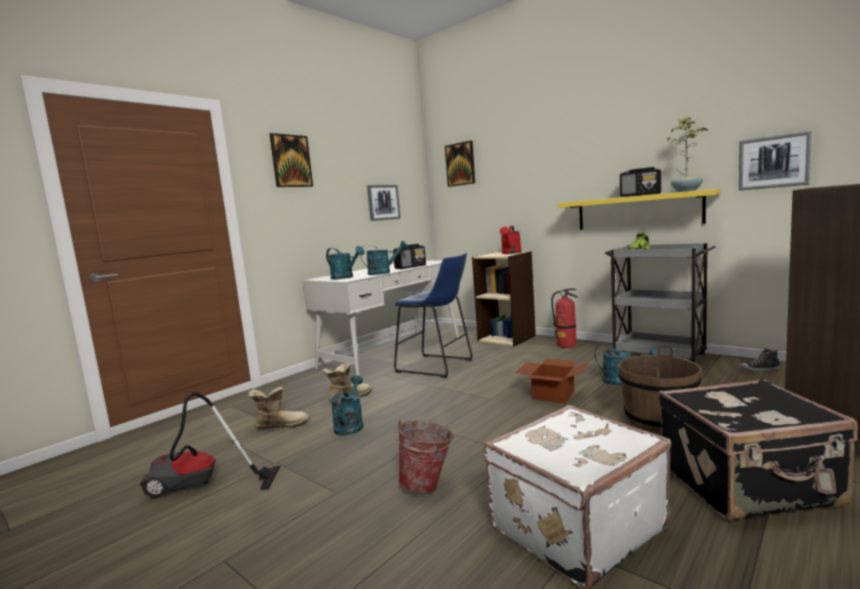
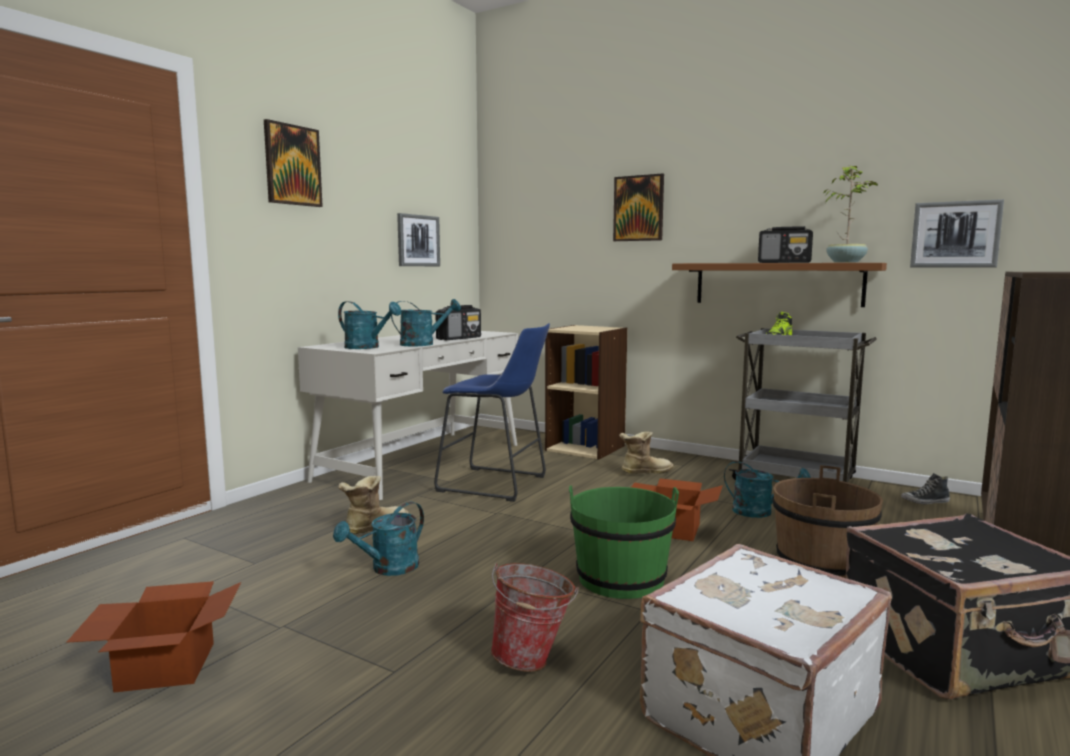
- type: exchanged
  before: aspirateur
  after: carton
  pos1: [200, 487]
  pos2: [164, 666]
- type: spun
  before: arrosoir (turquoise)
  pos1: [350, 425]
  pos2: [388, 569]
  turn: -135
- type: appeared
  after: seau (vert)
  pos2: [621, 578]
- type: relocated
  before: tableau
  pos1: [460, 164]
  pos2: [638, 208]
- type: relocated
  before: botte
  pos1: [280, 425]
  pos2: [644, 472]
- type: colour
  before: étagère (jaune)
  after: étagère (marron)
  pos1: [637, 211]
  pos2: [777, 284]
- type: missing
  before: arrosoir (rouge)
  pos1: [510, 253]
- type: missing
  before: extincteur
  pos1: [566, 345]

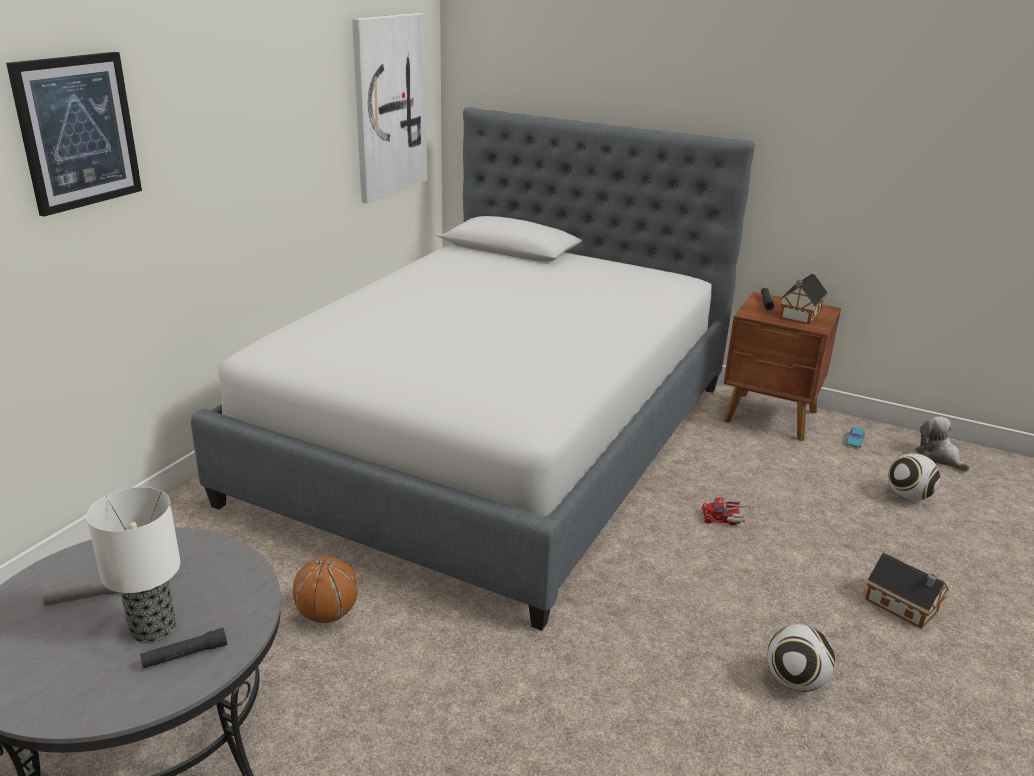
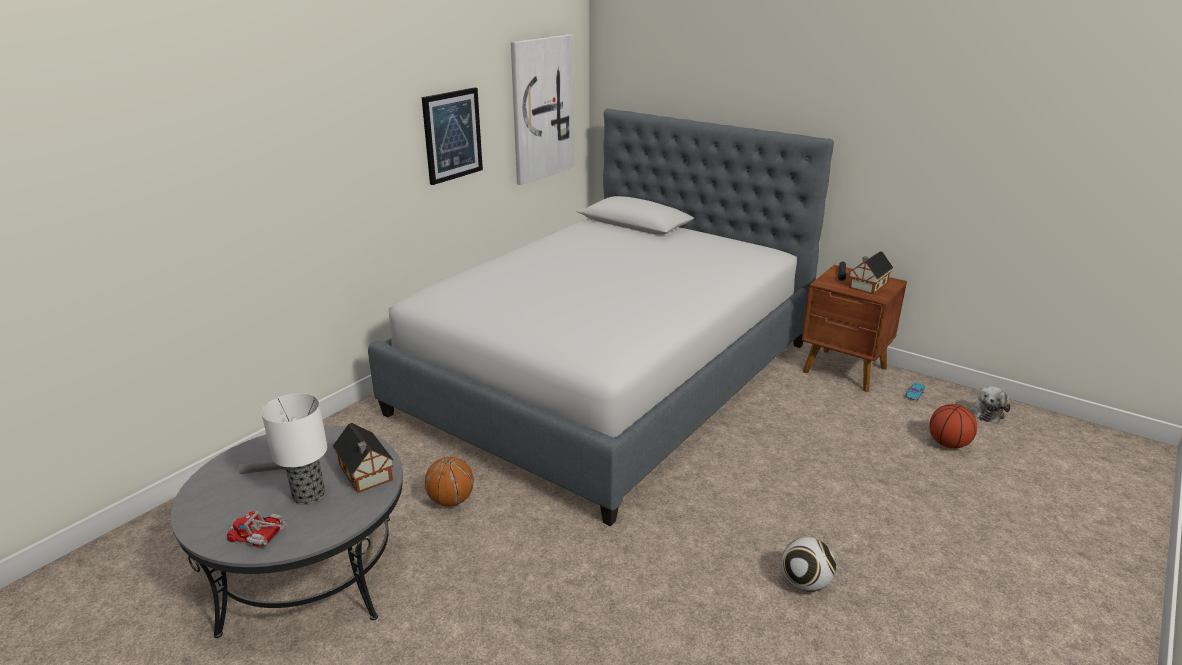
- type: relocated
  before: camion jouet
  pos1: [727, 518]
  pos2: [262, 536]
- type: relocated
  before: maison miniature
  pos1: [904, 607]
  pos2: [366, 474]
- type: relocated
  before: tableau
  pos1: [77, 132]
  pos2: [452, 135]
- type: exchanged
  before: ballon de foot
  after: ballon de basket
  pos1: [908, 497]
  pos2: [948, 444]
- type: spun
  before: peluche
  pos1: [939, 457]
  pos2: [987, 412]
  turn: -135
- type: missing
  before: lampe de poche (noir)
  pos1: [185, 655]

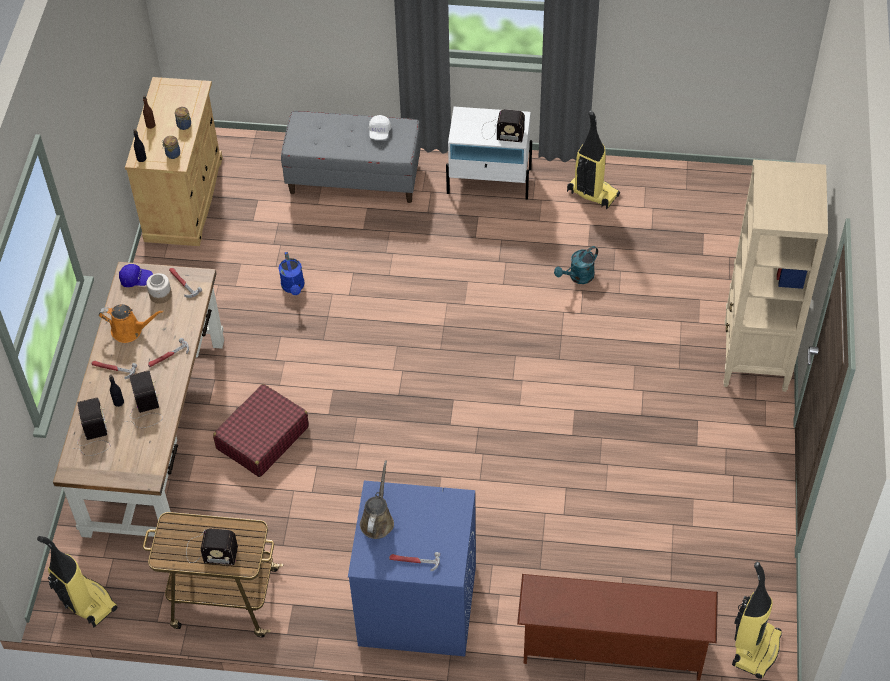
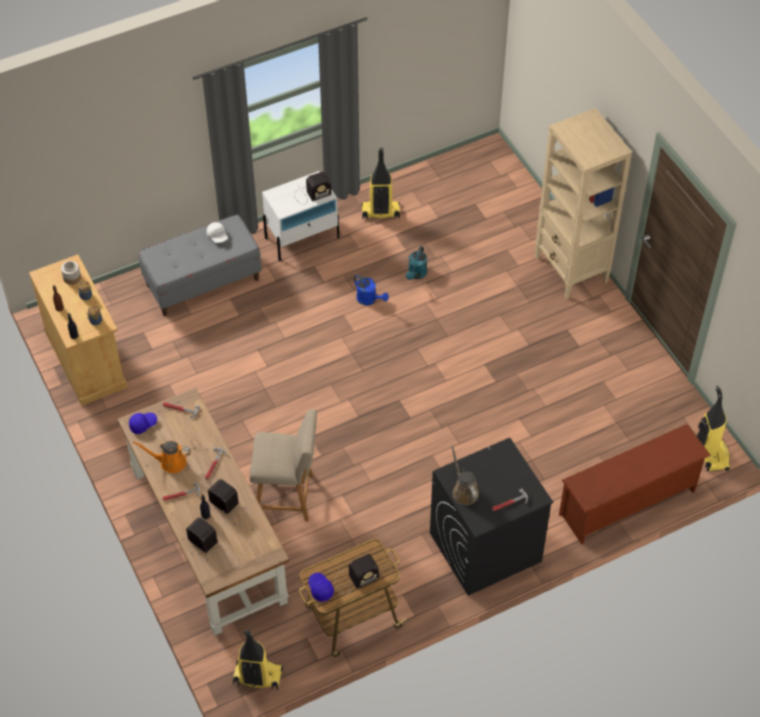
- type: relocated
  before: bocal
  pos1: [161, 294]
  pos2: [72, 277]
- type: spun
  before: arrosoir (orange)
  pos1: [130, 330]
  pos2: [170, 462]
  turn: -150
- type: exchanged
  before: valise (rouge)
  after: chaise (beige)
  pos1: [262, 438]
  pos2: [288, 496]
- type: appeared
  after: casquette (bleu)
  pos2: [320, 589]
- type: relocated
  before: arrosoir (bleu)
  pos1: [293, 287]
  pos2: [369, 299]
- type: colour
  before: lave-linge (bleu)
  after: lave-linge (noir)
  pos1: [416, 606]
  pos2: [485, 548]

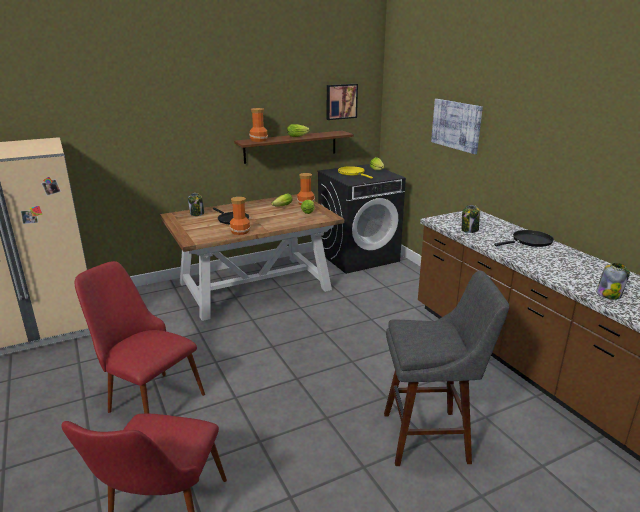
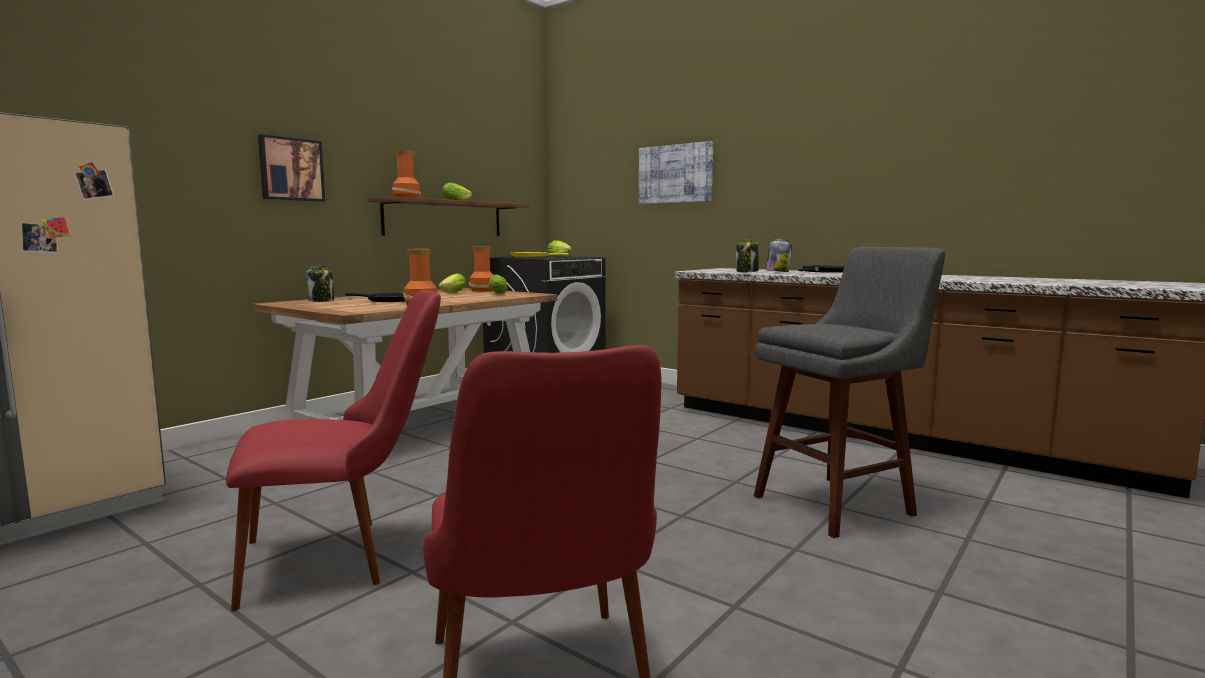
- type: spun
  before: chaise (rouge)
  pos1: [147, 397]
  pos2: [344, 555]
  turn: 150
- type: relocated
  before: tableau
  pos1: [341, 101]
  pos2: [291, 169]
- type: relocated
  before: bocal
  pos1: [609, 294]
  pos2: [777, 272]

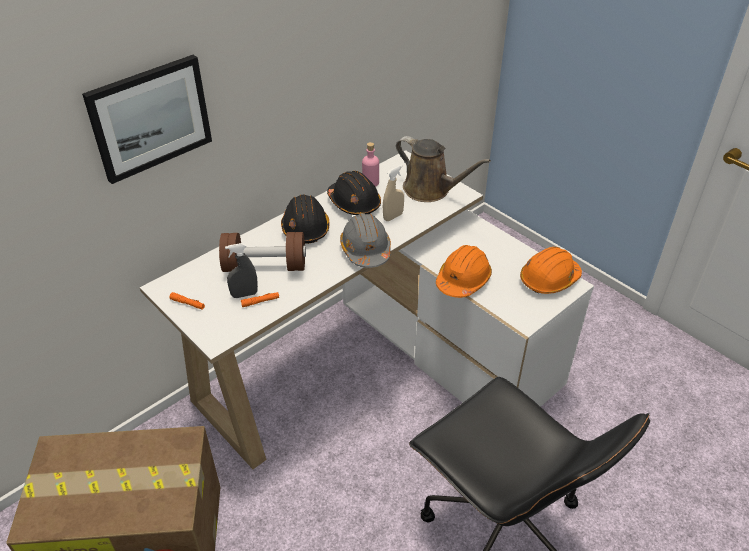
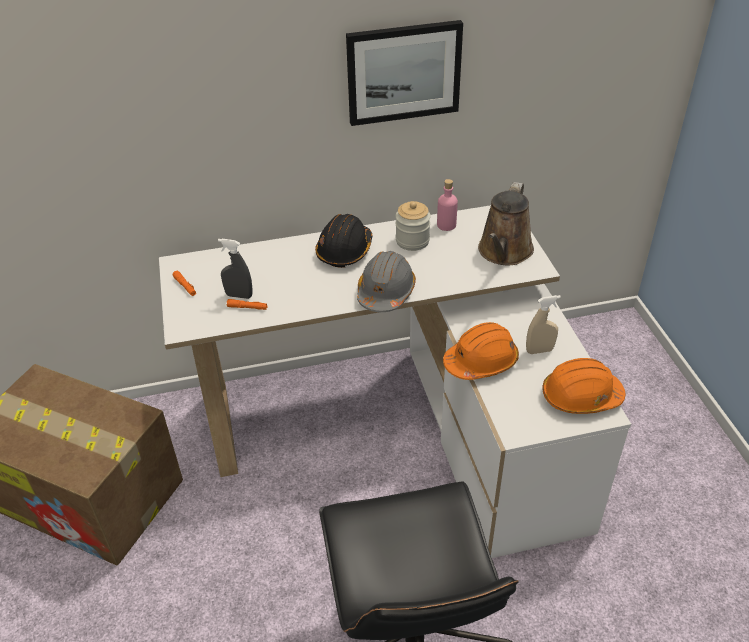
- type: relocated
  before: tableau
  pos1: [150, 117]
  pos2: [403, 72]
- type: exchanged
  before: casque de chantier (noir)
  after: bocal
  pos1: [354, 203]
  pos2: [412, 241]
- type: spun
  before: arrosoir (marron)
  pos1: [430, 190]
  pos2: [504, 252]
  turn: 45
- type: relocated
  before: vaporisateur (beige)
  pos1: [393, 216]
  pos2: [539, 350]
- type: missing
  before: haltère (marron)
  pos1: [265, 266]

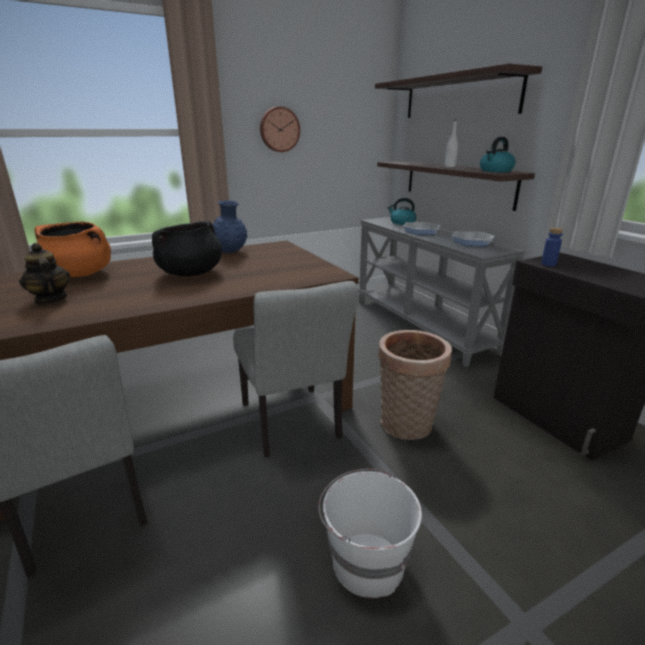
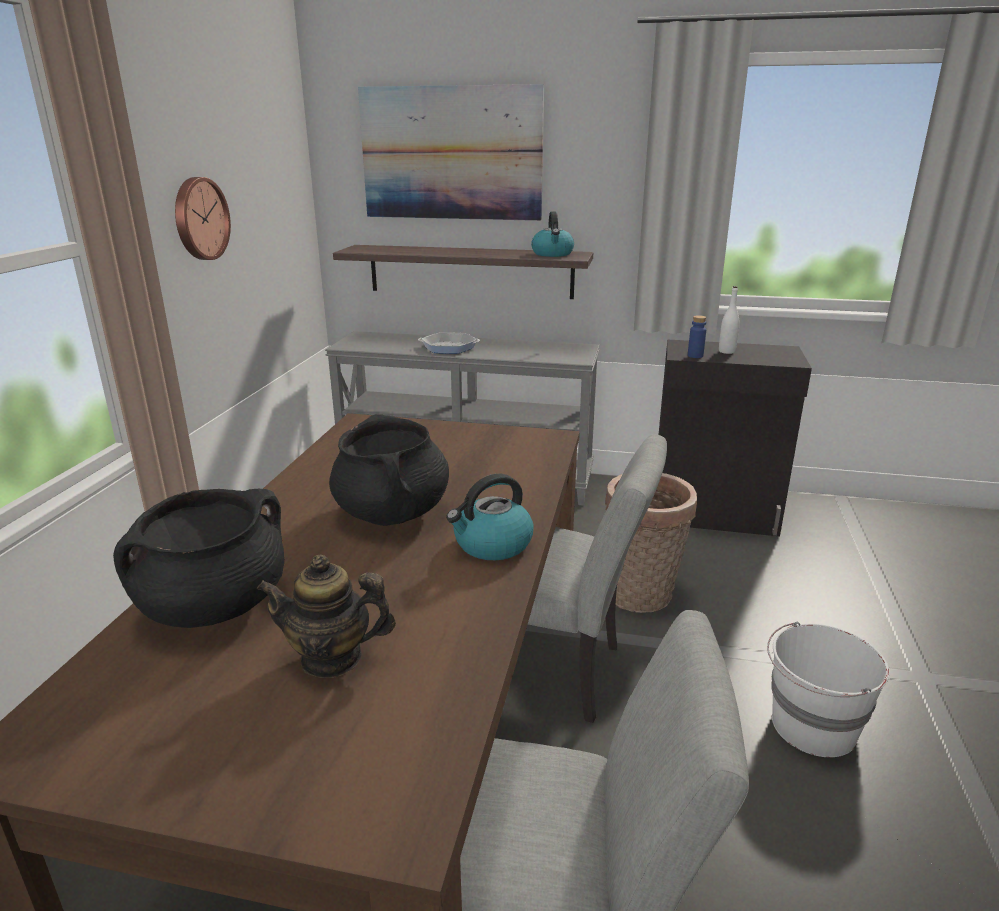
- type: colour
  before: marmite (orange)
  after: marmite (noir)
  pos1: [79, 274]
  pos2: [215, 605]
- type: exchanged
  before: étagère
  after: tableau
  pos1: [459, 97]
  pos2: [452, 154]
- type: relocated
  before: bouilloire
  pos1: [402, 223]
  pos2: [492, 545]
- type: relocated
  before: bouteille (blanc)
  pos1: [449, 166]
  pos2: [726, 351]
- type: missing
  before: vase (bleu)
  pos1: [230, 252]
- type: missing
  before: poêle
  pos1: [472, 242]

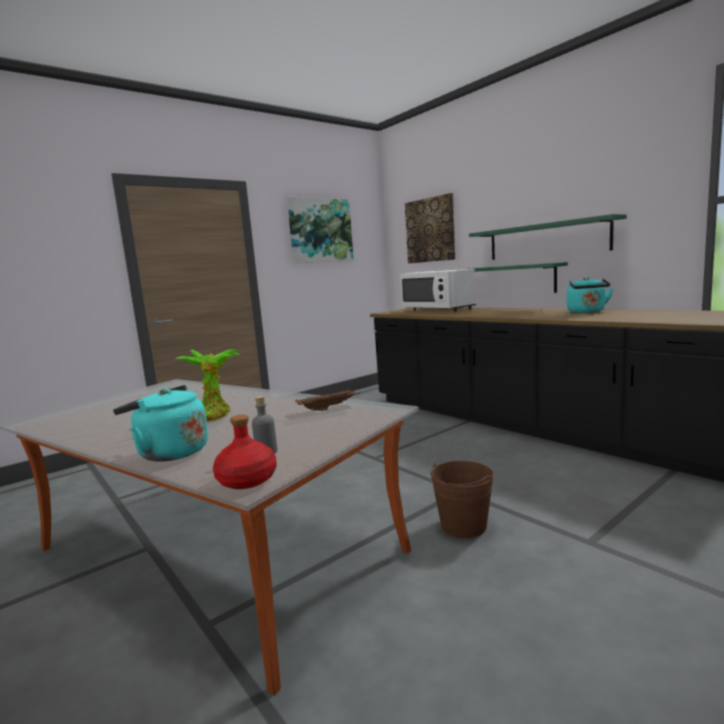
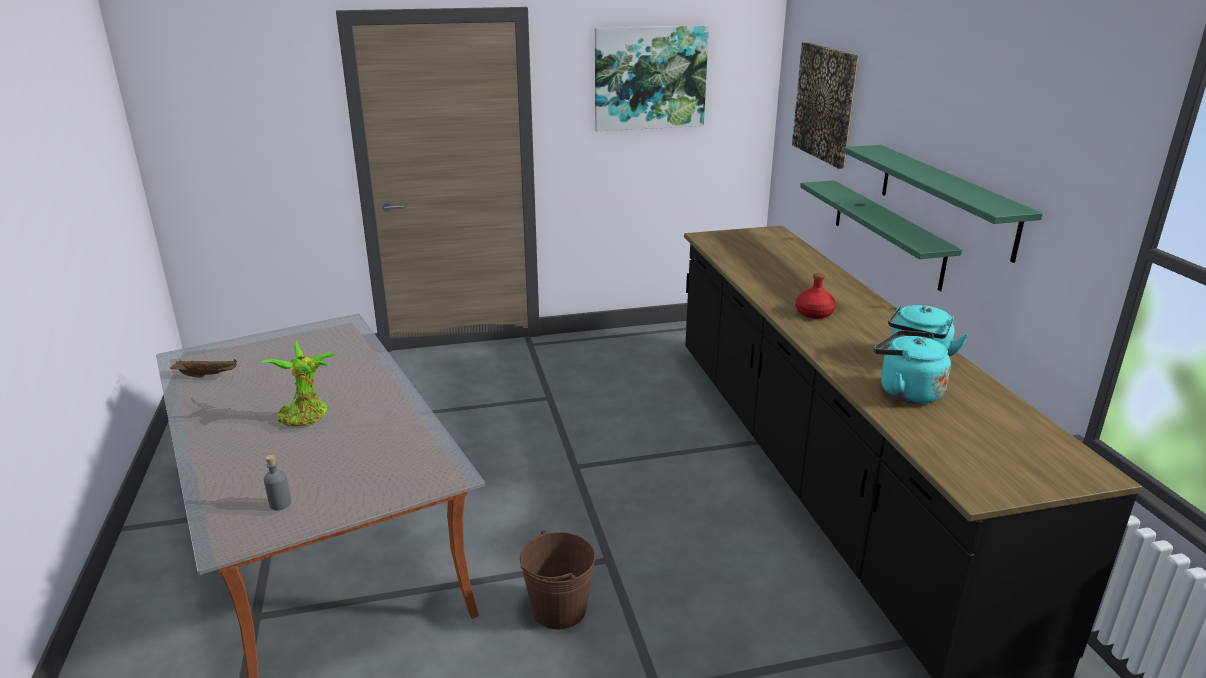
- type: relocated
  before: plateau (marron)
  pos1: [329, 408]
  pos2: [208, 375]
- type: relocated
  before: bouteille (rouge)
  pos1: [246, 480]
  pos2: [813, 313]
- type: relocated
  before: bouilloire (turquoise)
  pos1: [169, 453]
  pos2: [906, 392]
- type: missing
  before: micro-ondes (blanc)
  pos1: [438, 310]

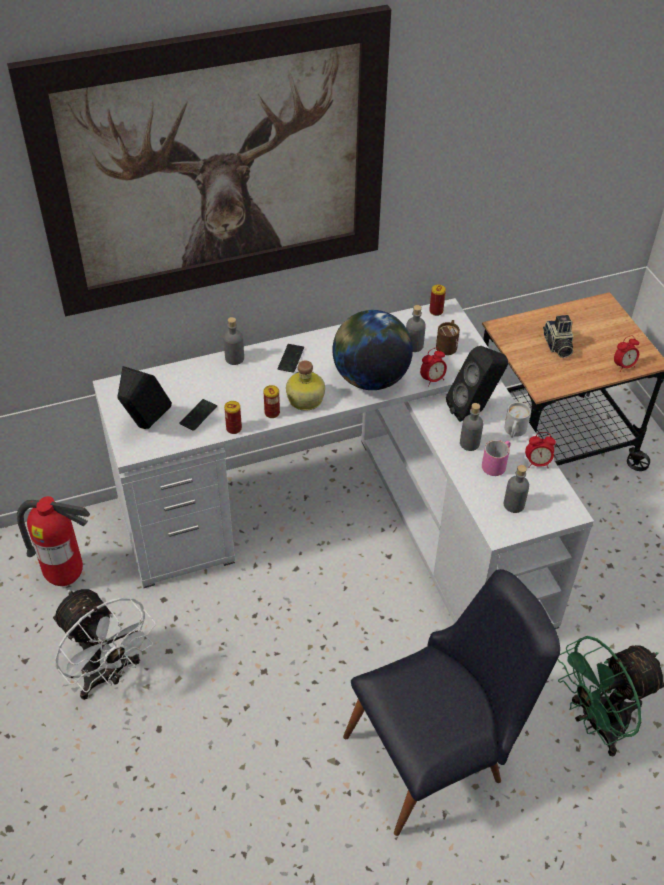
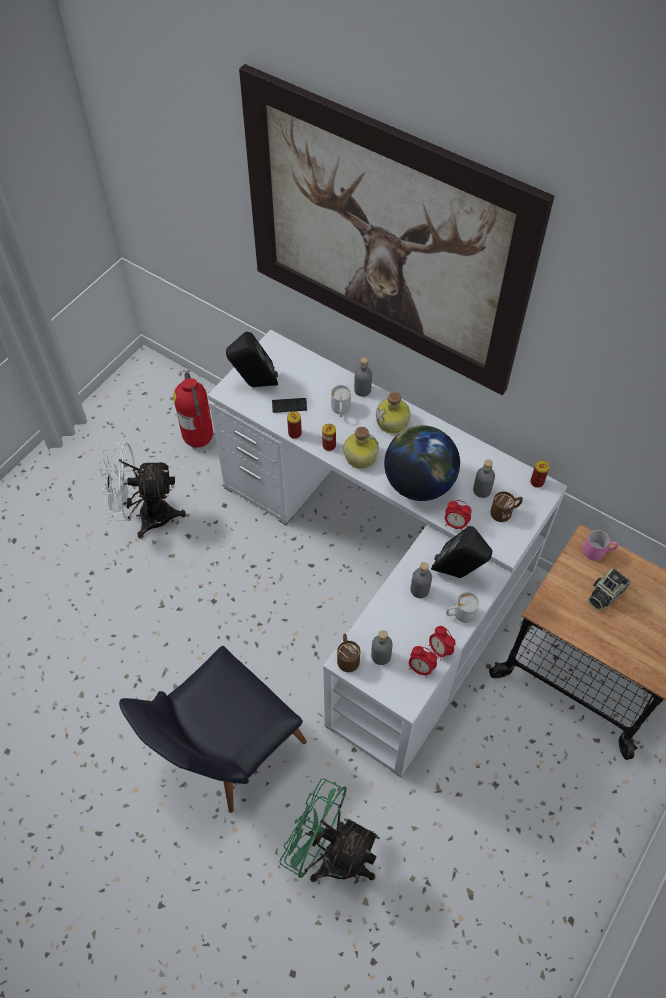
- type: spun
  before: ventilateur (blanc)
  pos1: [108, 675]
  pos2: [146, 516]
  turn: 75
- type: spun
  before: chaise (noir)
  pos1: [437, 755]
  pos2: [225, 753]
  turn: 105
- type: appeared
  after: mug (blanc)
  pos2: [340, 410]
- type: appeared
  after: mug (marron)
  pos2: [347, 656]
- type: exchanged
  before: téléphone
  after: bouteille
  pos1: [291, 359]
  pos2: [393, 422]
- type: relocated
  before: réveil
  pos1: [623, 366]
  pos2: [420, 668]
- type: relocated
  before: mug (rose)
  pos1: [496, 463]
  pos2: [598, 551]

